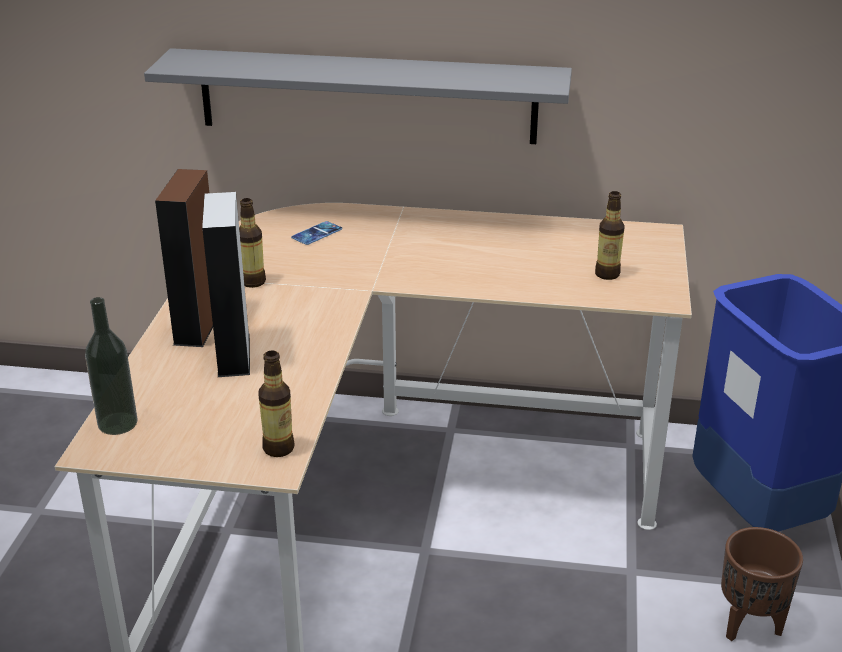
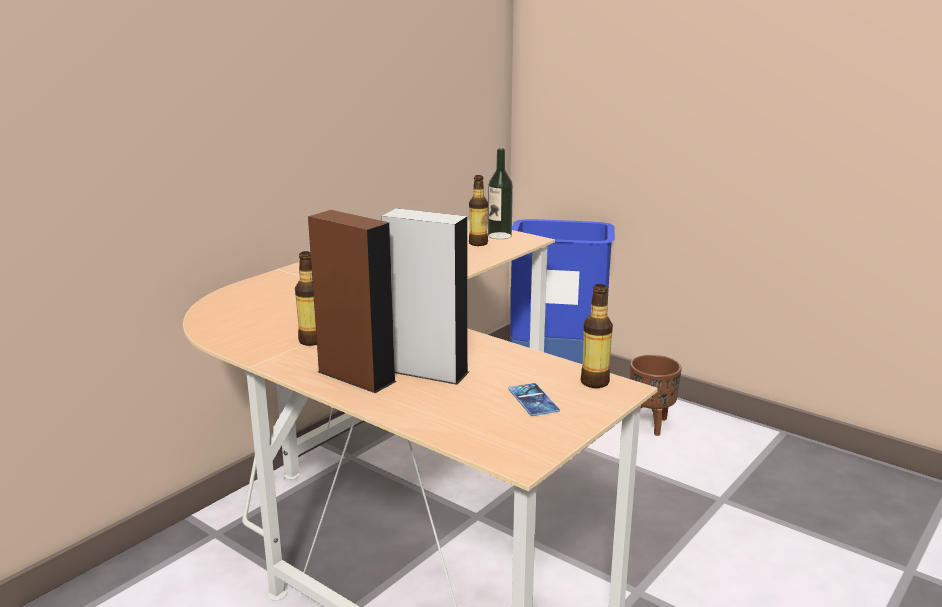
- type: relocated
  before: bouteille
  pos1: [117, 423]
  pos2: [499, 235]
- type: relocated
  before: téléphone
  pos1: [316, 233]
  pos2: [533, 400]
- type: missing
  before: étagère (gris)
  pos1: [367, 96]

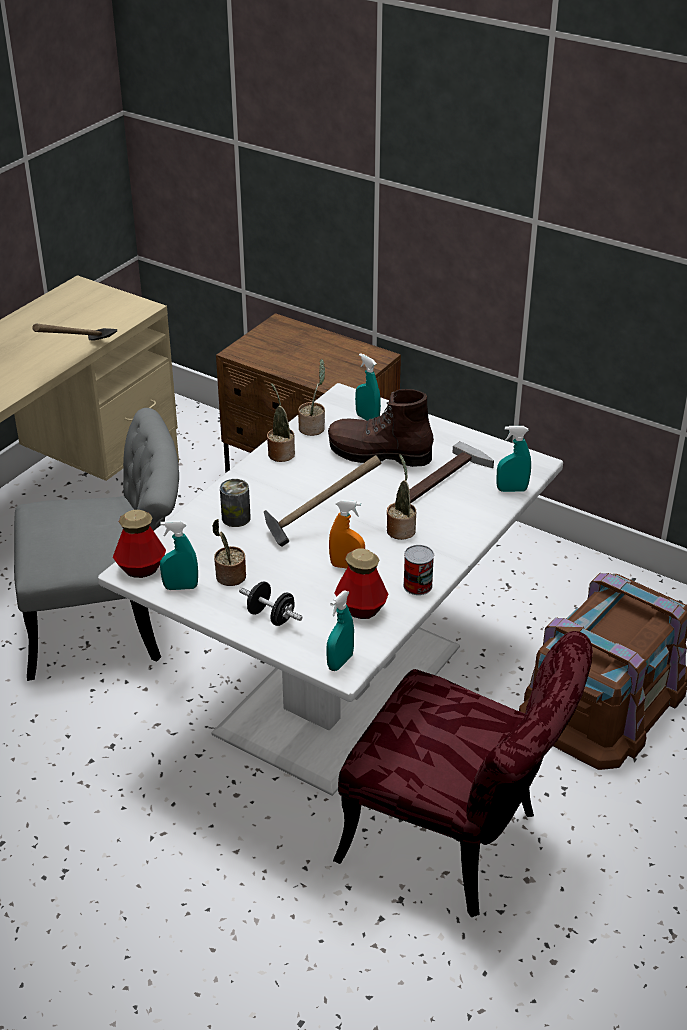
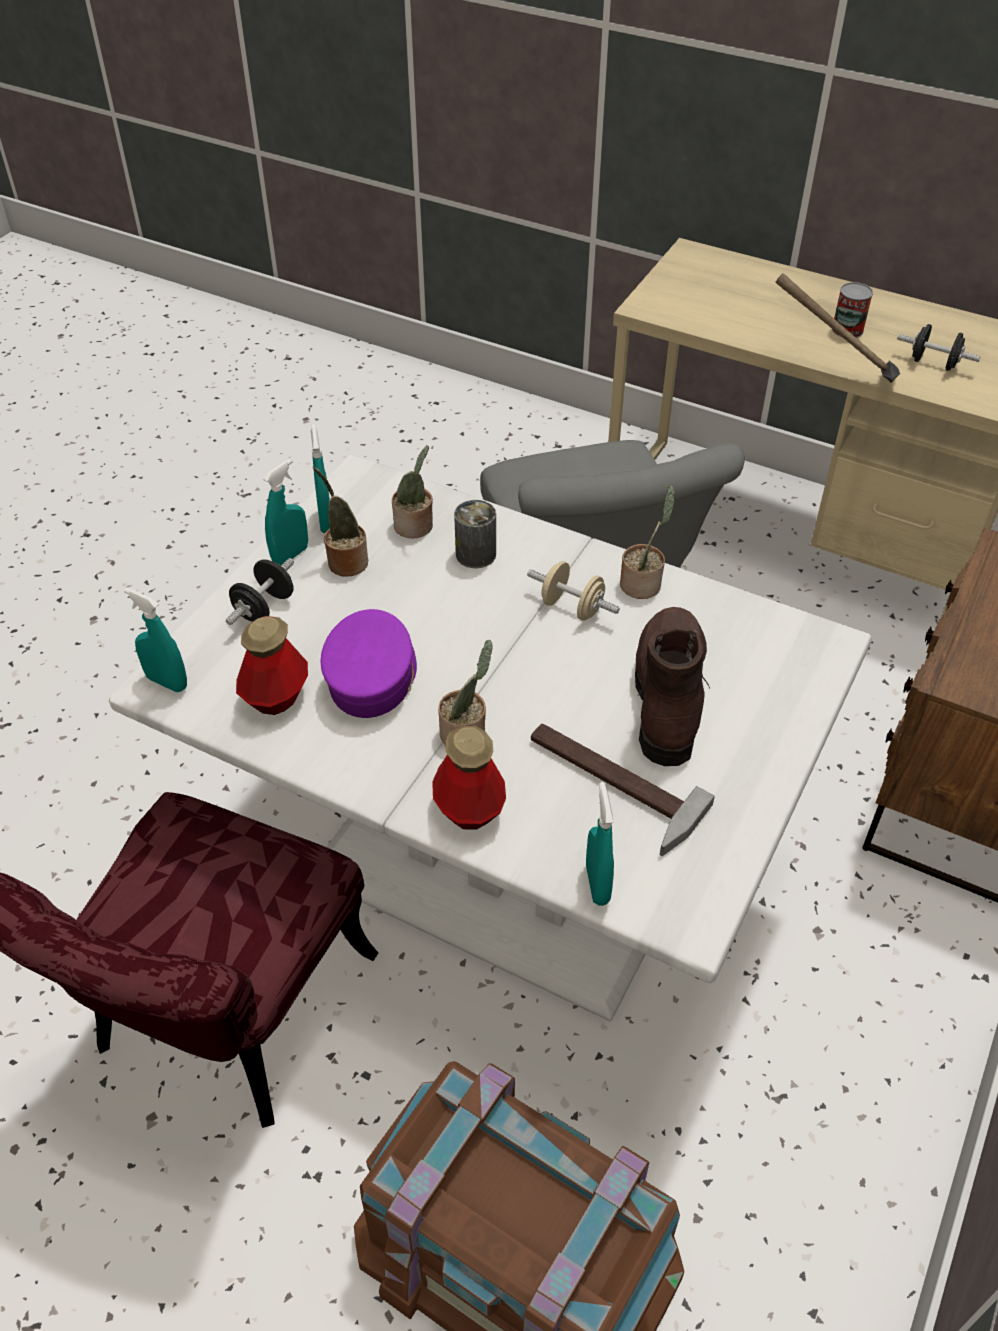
- type: relocated
  before: vaporisateur (turquoise)
  pos1: [367, 418]
  pos2: [290, 555]
- type: exchanged
  before: vaporisateur (orange)
  after: casquette (violet)
  pos1: [347, 566]
  pos2: [372, 676]
- type: relocated
  before: plante en pot
  pos1: [313, 427]
  pos2: [415, 527]
- type: relocated
  before: bouteille
  pos1: [141, 569]
  pos2: [469, 809]
- type: appeared
  after: haltère (beige)
  pos2: [572, 607]
- type: relocated
  before: boîte métallique
  pos1: [417, 585]
  pos2: [847, 329]
- type: appeared
  after: haltère (noir)
  pos2: [933, 363]
- type: missing
  before: marteau
  pos1: [318, 529]

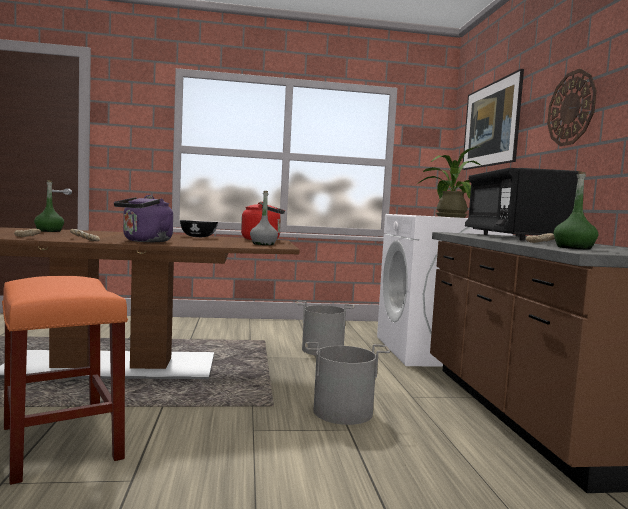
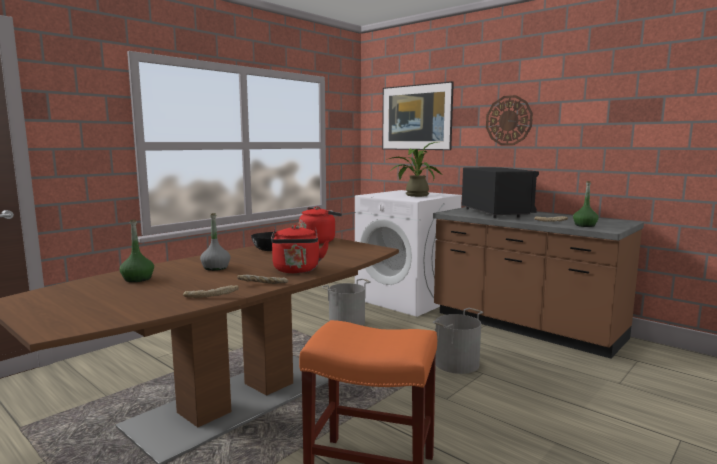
- type: relocated
  before: bouteille (gris)
  pos1: [263, 244]
  pos2: [215, 268]
- type: colour
  before: bouilloire (violet)
  after: bouilloire (rouge)
  pos1: [145, 241]
  pos2: [297, 270]
- type: spun
  before: micro-ondes (noir)
  pos1: [513, 237]
  pos2: [495, 213]
  turn: -150

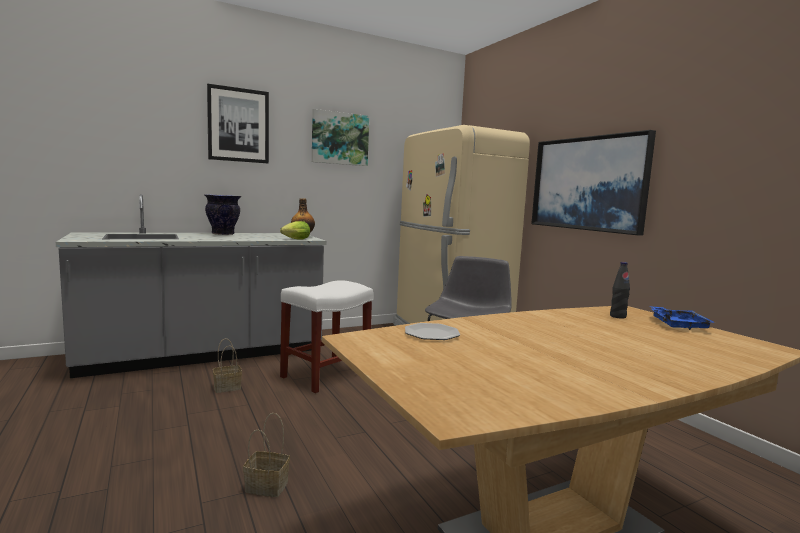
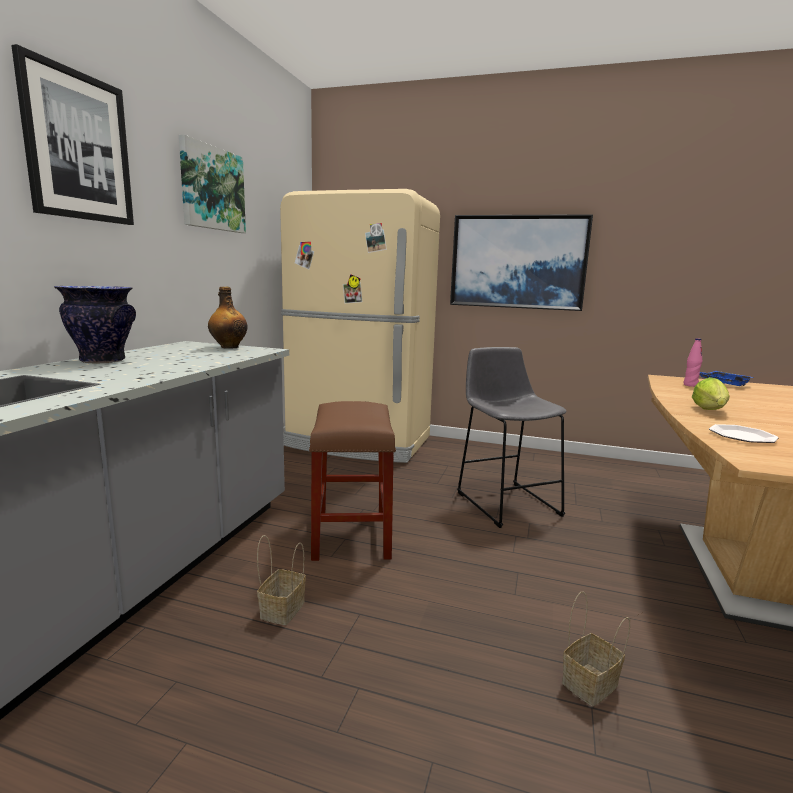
- type: colour
  before: tabouret (blanc)
  after: tabouret (marron)
  pos1: [326, 374]
  pos2: [351, 532]
- type: colour
  before: bouteille (noir)
  after: bouteille (rose)
  pos1: [617, 316]
  pos2: [690, 385]
- type: relocated
  before: laitue
  pos1: [295, 239]
  pos2: [710, 411]

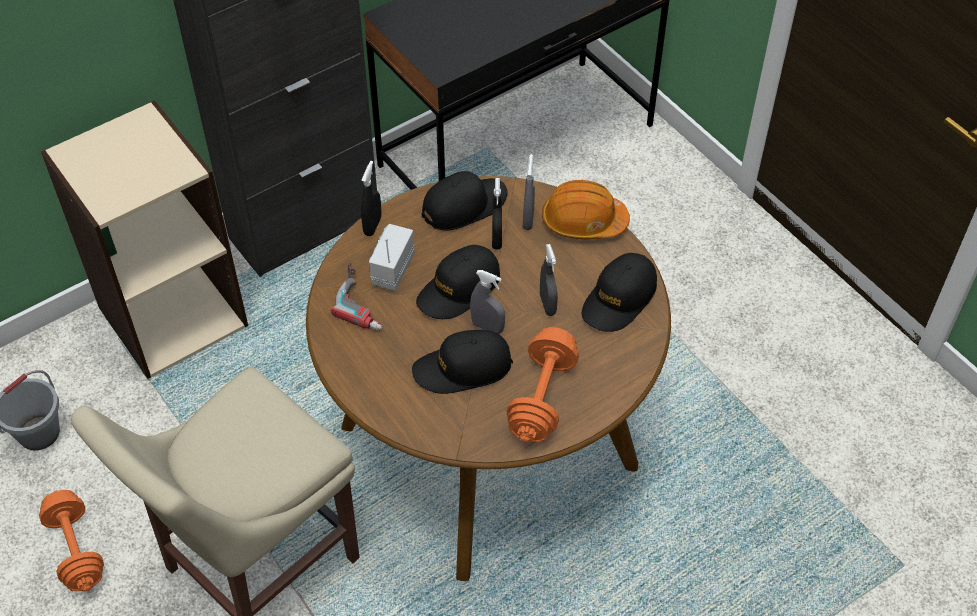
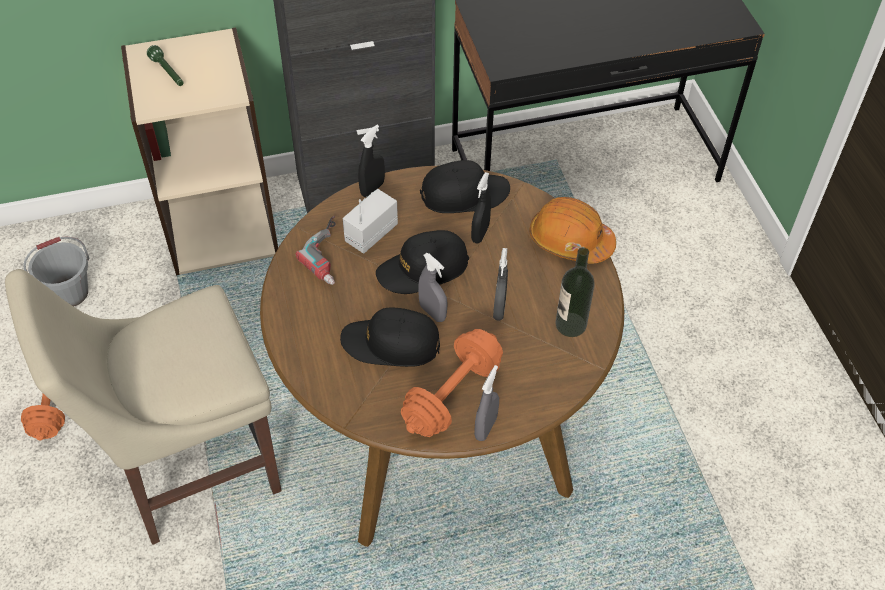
- type: appeared
  after: lampe de poche (vert)
  pos2: [168, 73]
- type: relocated
  before: vaporisateur (gris)
  pos1: [528, 219]
  pos2: [485, 428]
- type: exchanged
  before: casquette (noir)
  after: bouteille
  pos1: [619, 299]
  pos2: [570, 324]

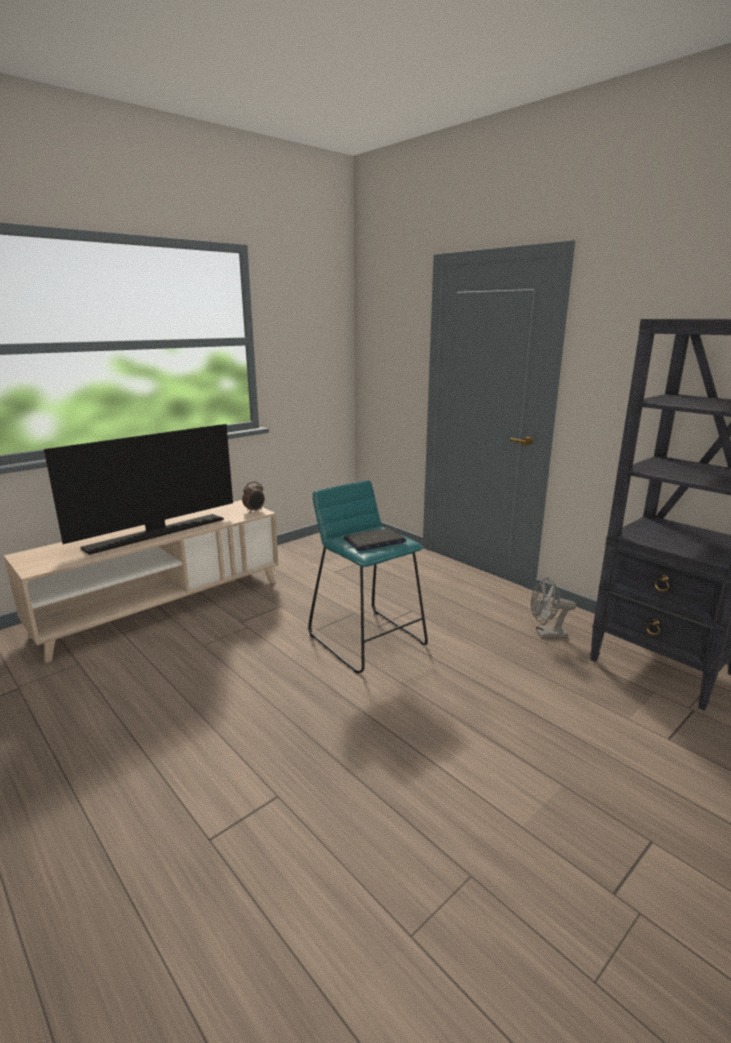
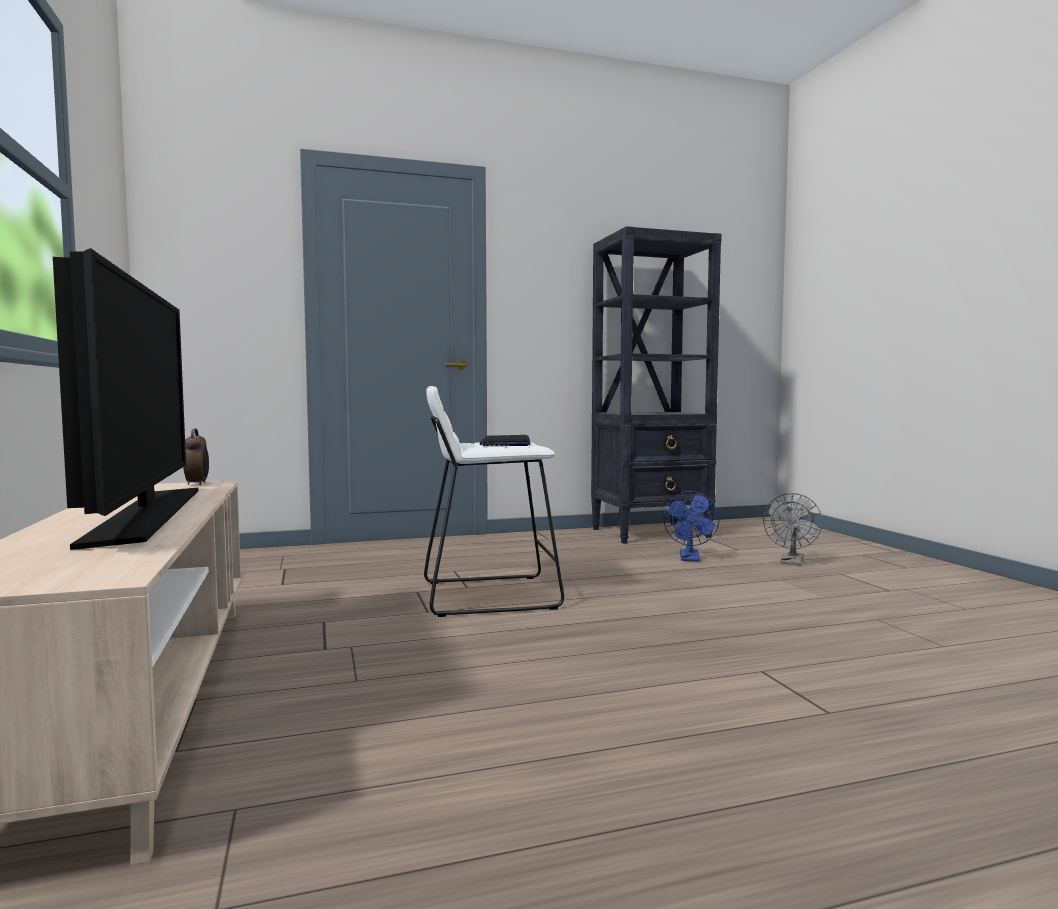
- type: colour
  before: tabouret (turquoise)
  after: tabouret (blanc)
  pos1: [368, 639]
  pos2: [489, 595]
- type: appeared
  after: ventilateur (bleu)
  pos2: [690, 559]
- type: relocated
  before: ventilateur (gris)
  pos1: [546, 634]
  pos2: [792, 562]

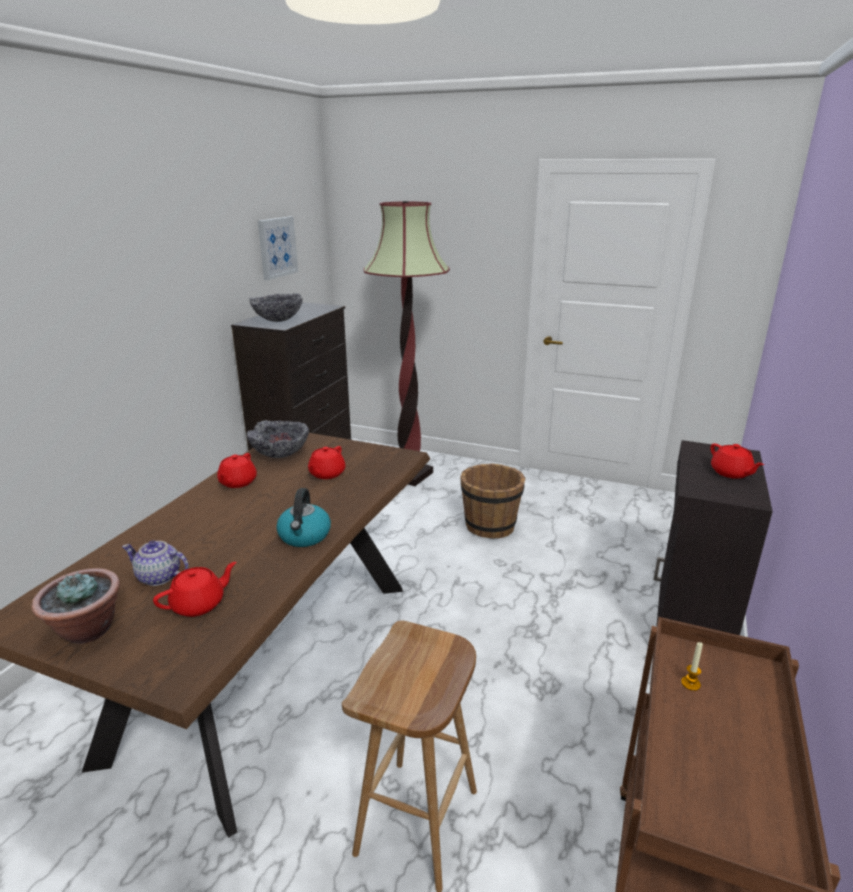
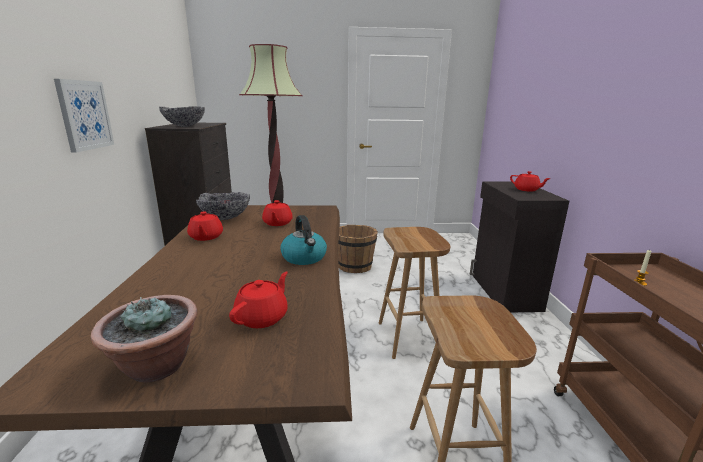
- type: relocated
  before: tableau
  pos1: [277, 247]
  pos2: [84, 115]
- type: appeared
  after: tabouret (marron)
  pos2: [409, 338]
- type: missing
  before: théière
  pos1: [159, 577]

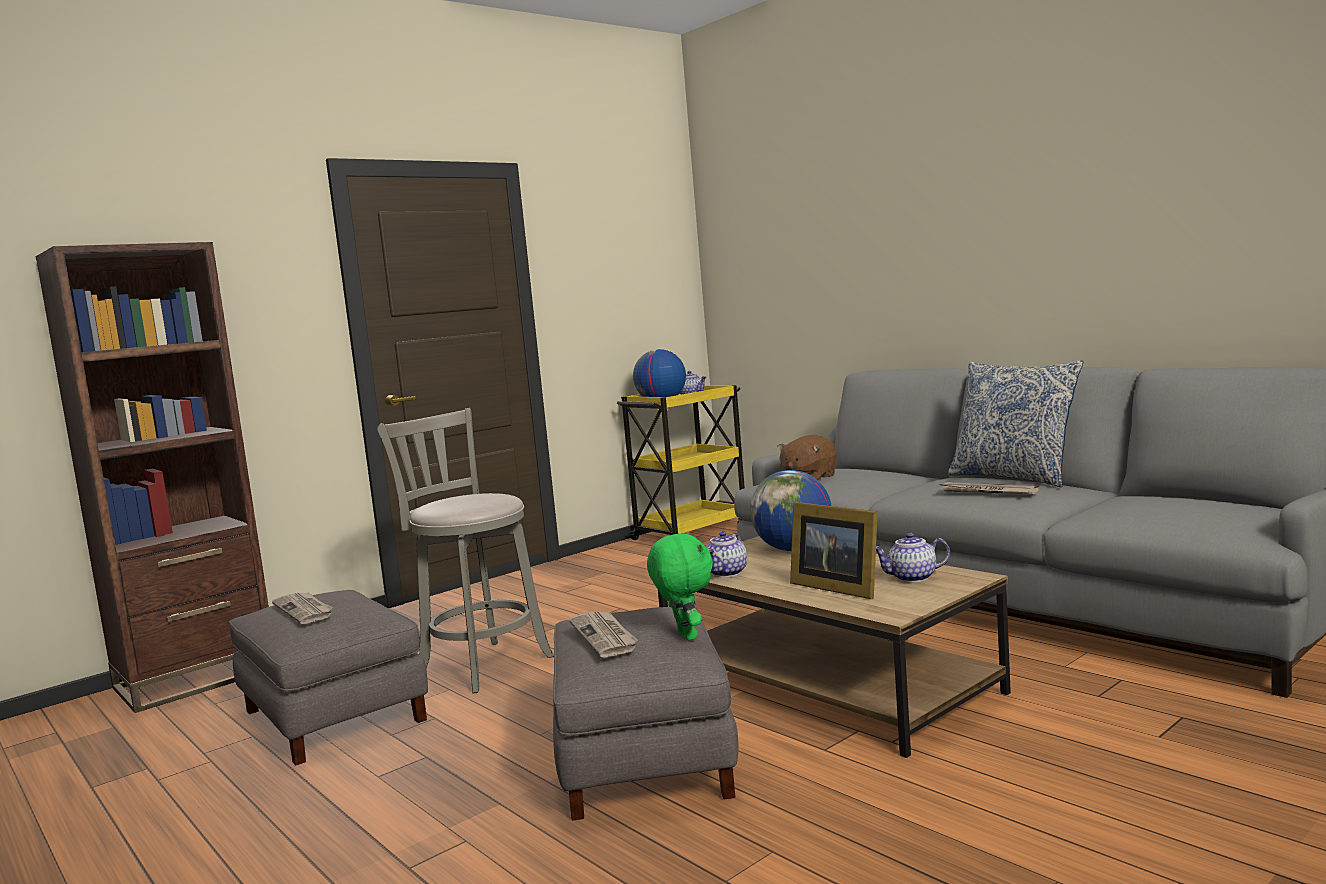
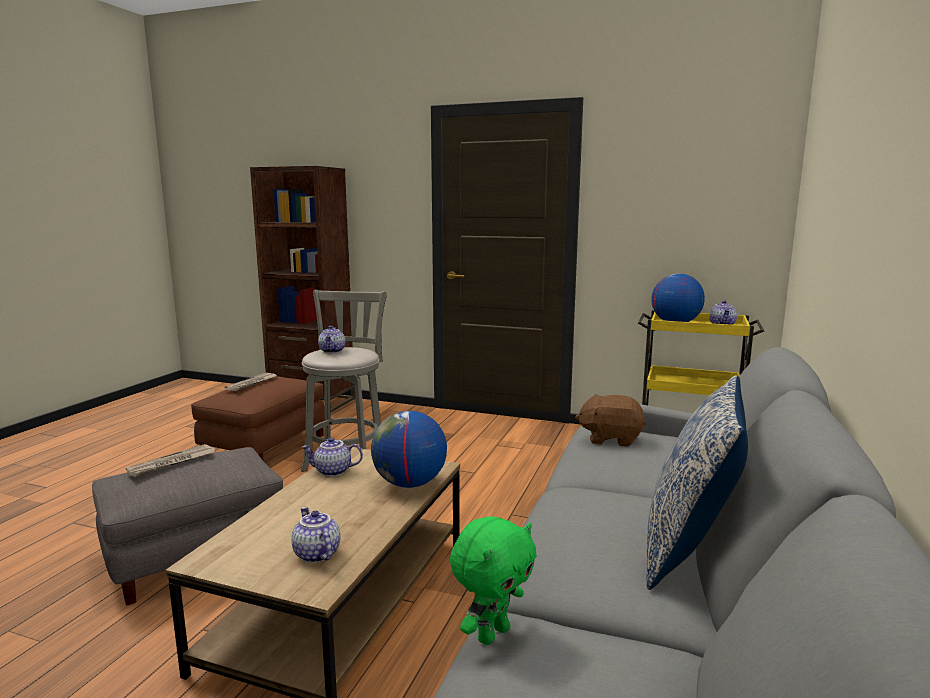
- type: colour
  before: pouf (gris)
  after: pouf (marron)
  pos1: [332, 716]
  pos2: [264, 446]
- type: appeared
  after: théière
  pos2: [333, 351]
- type: relocated
  before: peluche (vert)
  pos1: [685, 636]
  pos2: [492, 633]
- type: missing
  before: cadre photo
  pos1: [835, 587]
- type: missing
  before: journal
  pos1: [987, 491]

